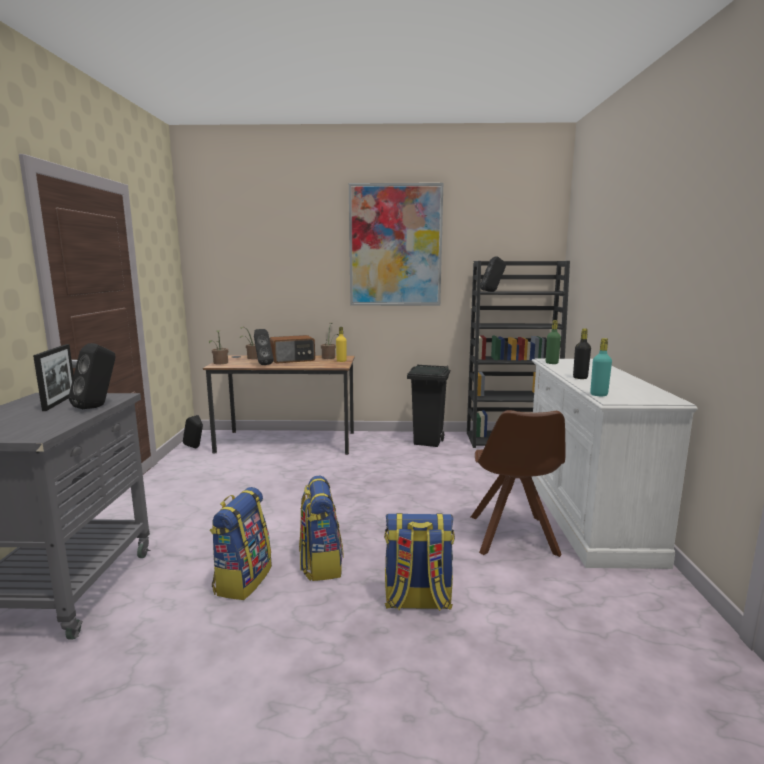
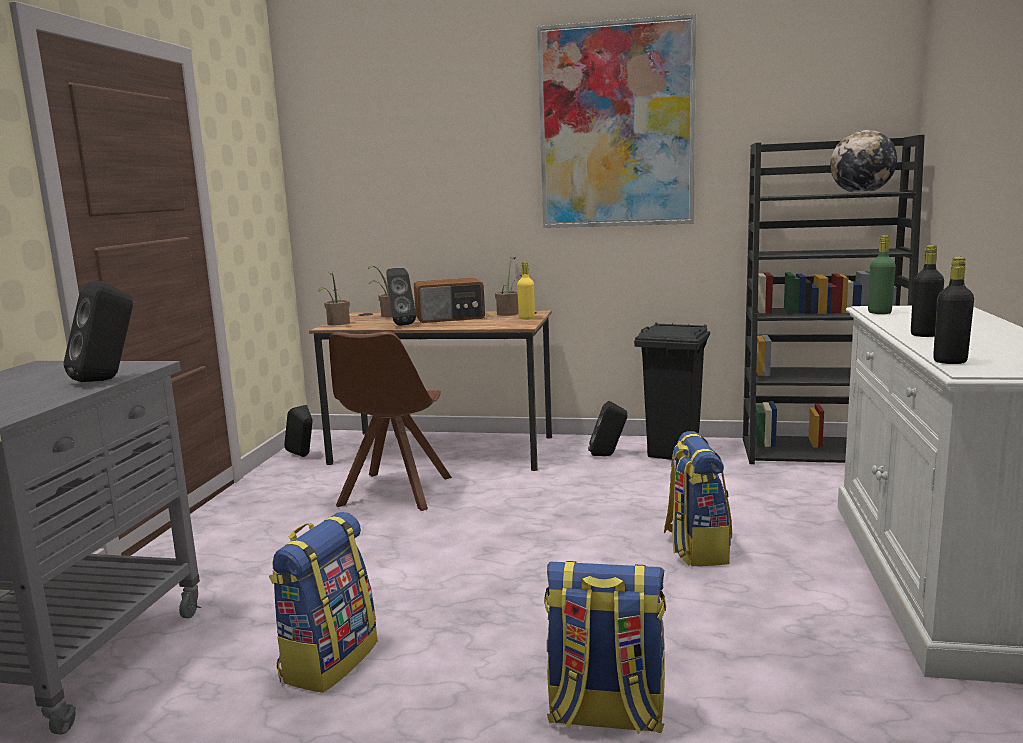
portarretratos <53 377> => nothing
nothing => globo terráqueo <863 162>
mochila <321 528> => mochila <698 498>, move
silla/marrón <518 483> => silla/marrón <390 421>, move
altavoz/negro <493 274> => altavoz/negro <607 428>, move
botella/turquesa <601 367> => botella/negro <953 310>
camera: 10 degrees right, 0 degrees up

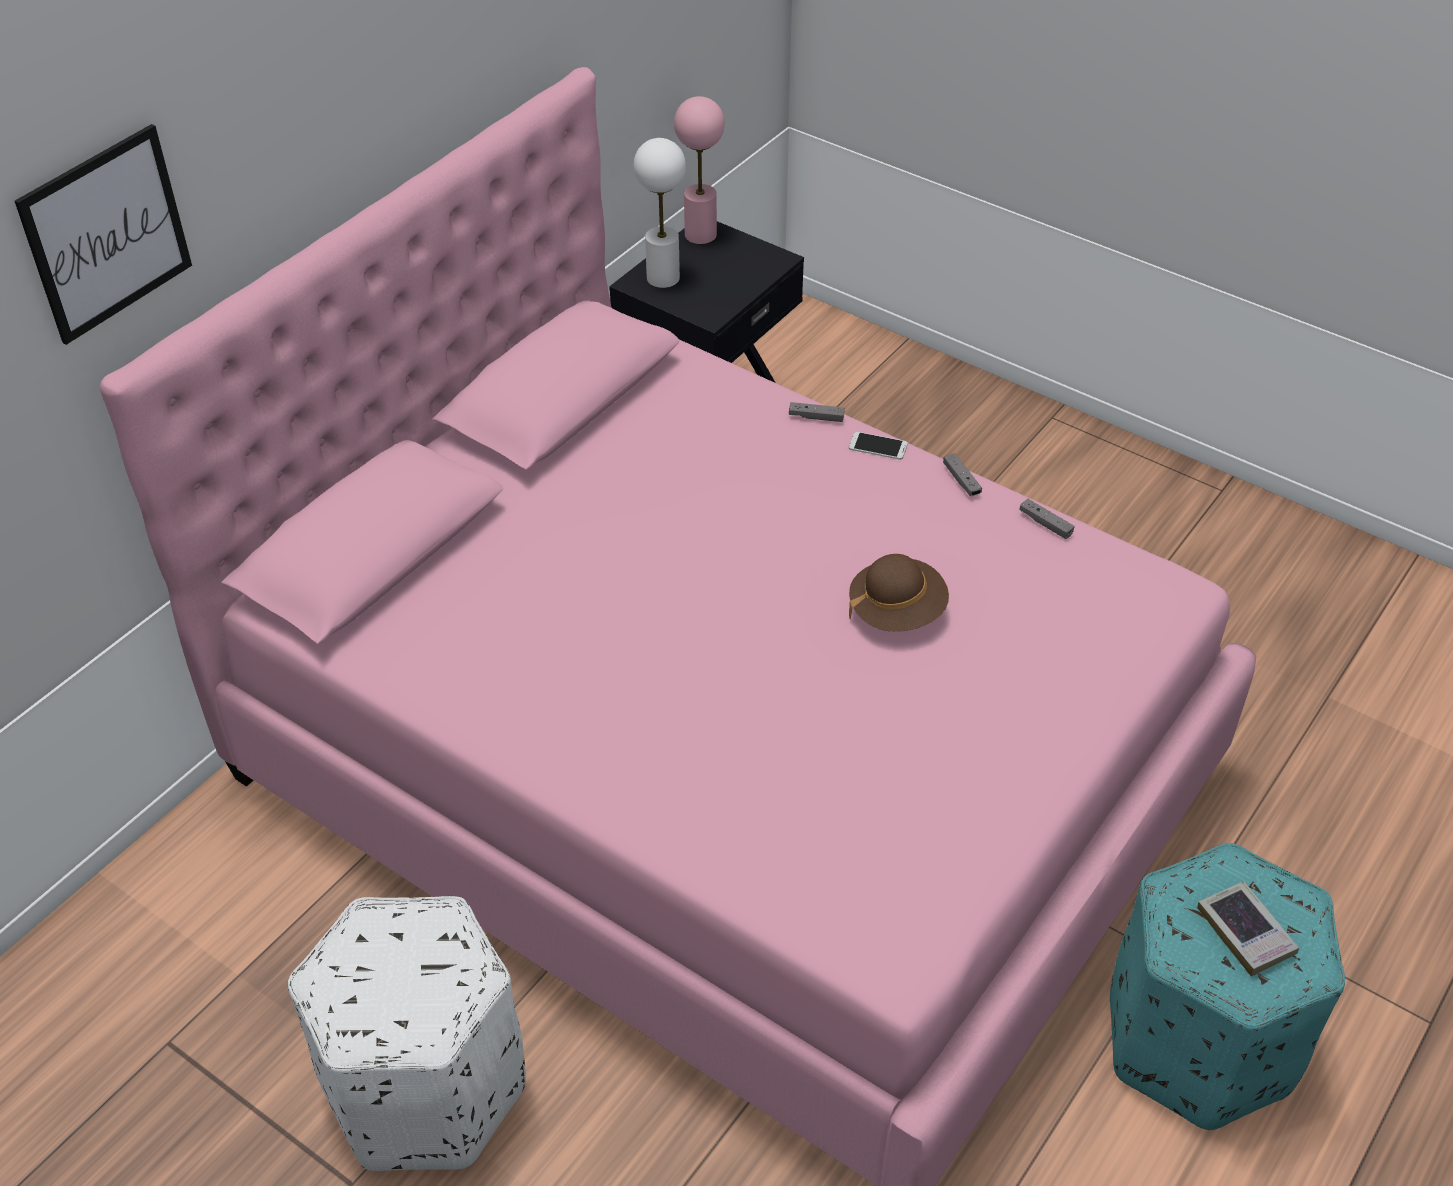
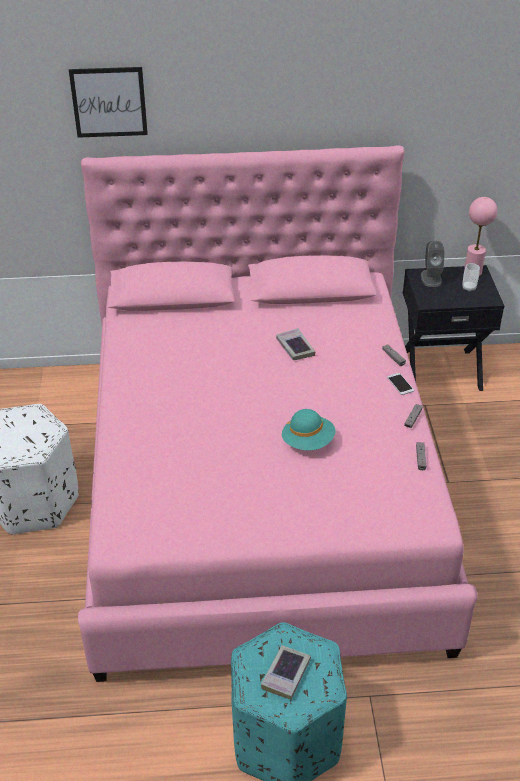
nothing => libro <296 344>
nothing => taza <471 277>
lámpara de mesa/blanco <660 213> => altavoz/gris <433 264>
sombrero/marrón <899 593> => sombrero/turquesa <308 429>
camera: 50 degrees right, 5 degrees down

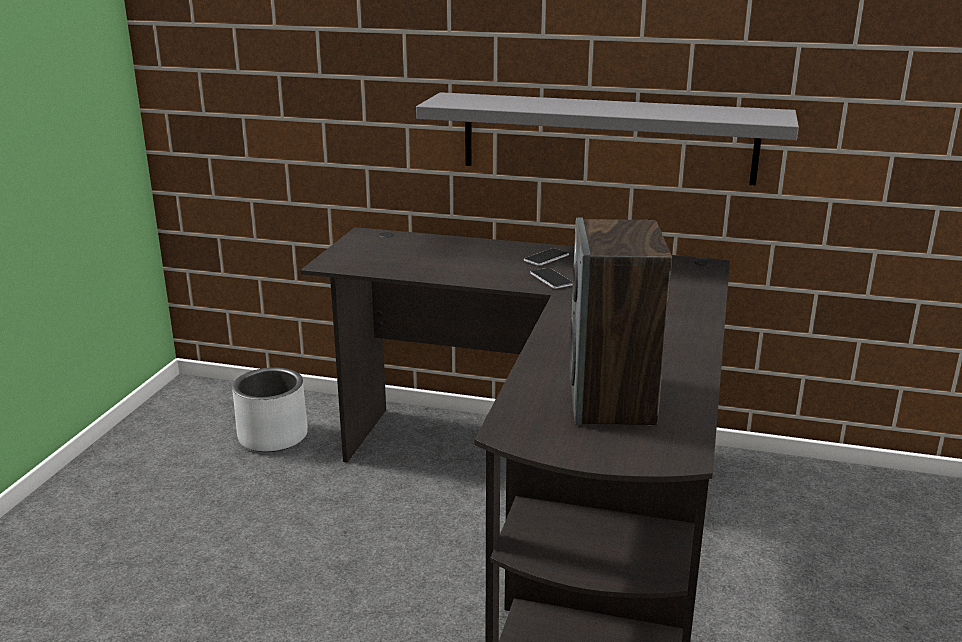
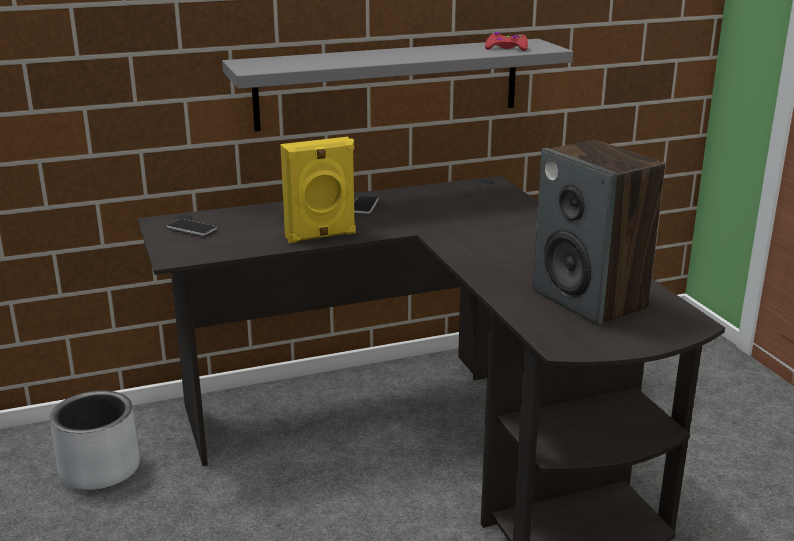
nothing => altavoz/amarillo <318 190>
nothing => mando de consola/rojo <506 41>
móvil <551 278> => móvil <192 227>, move
camera: 35 degrees left, 0 degrees up

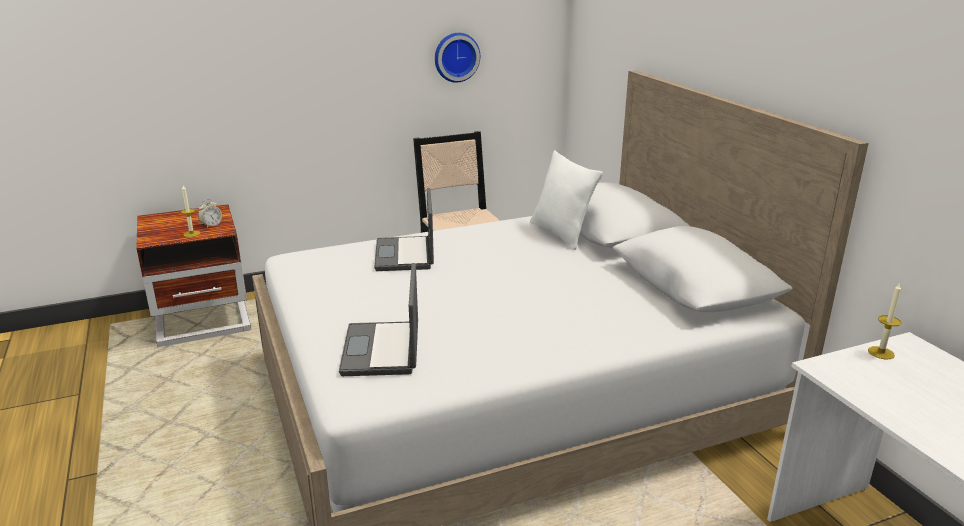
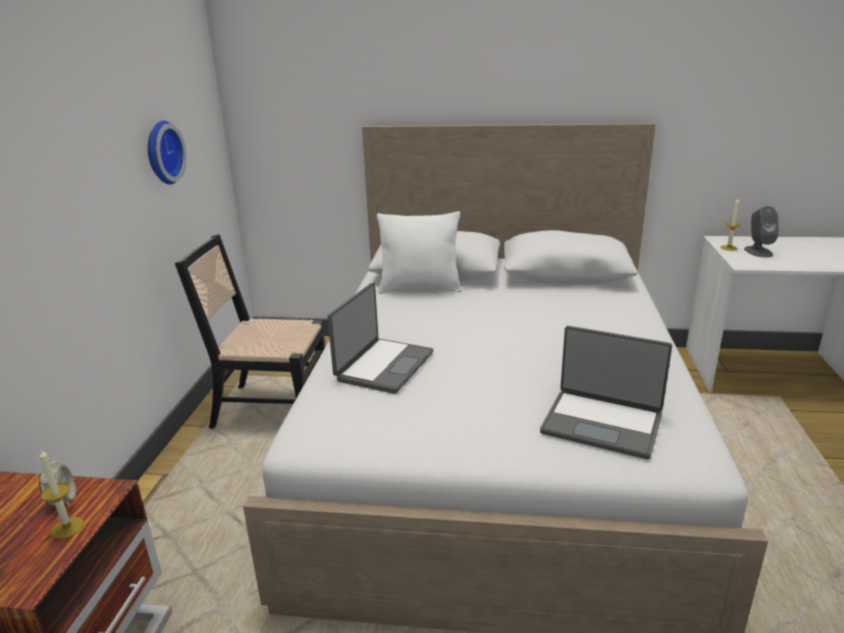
nothing => altavoz/gris <761 231>
portátil <404 229> => portátil <380 338>, 90 degrees counterclockwise
camera: 60 degrees left, 0 degrees up

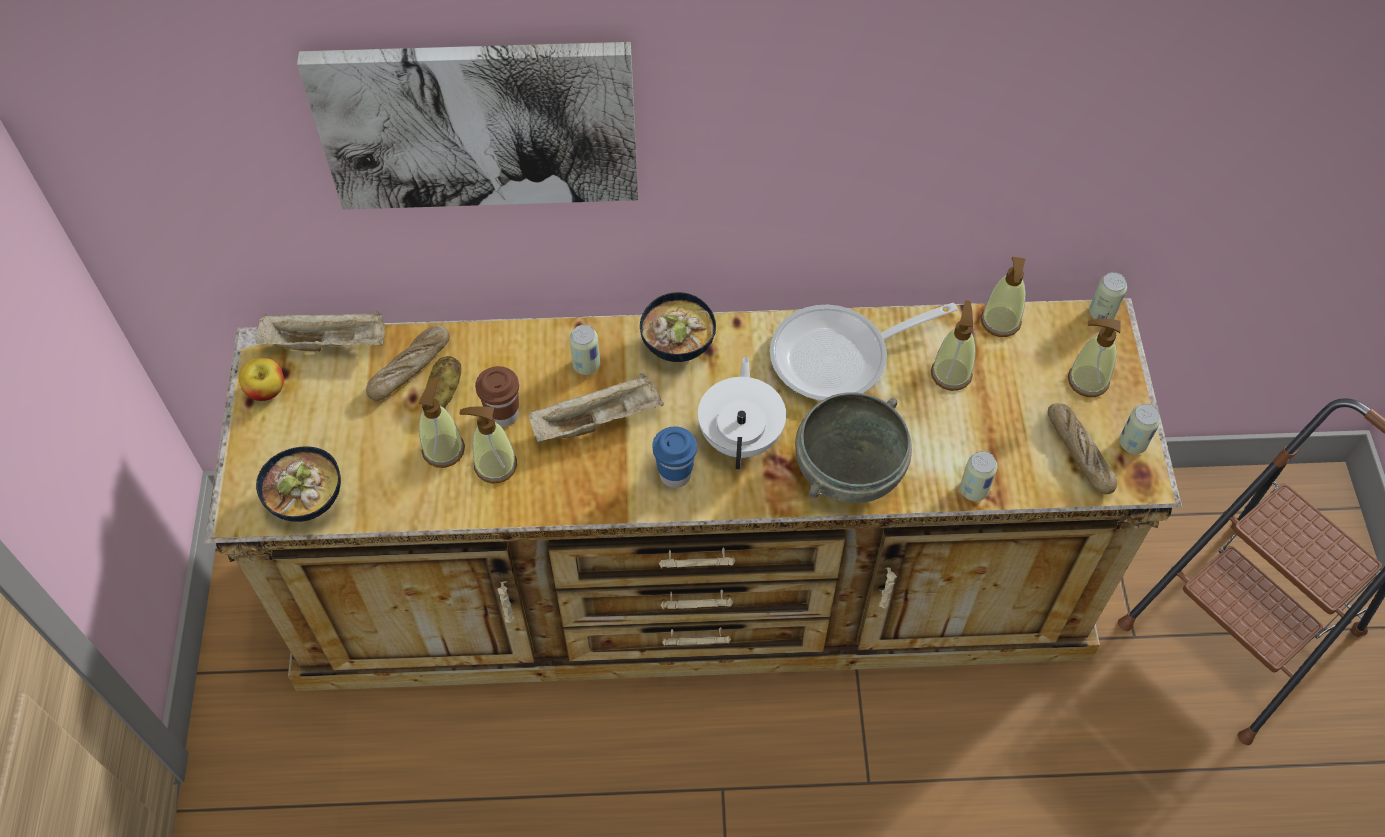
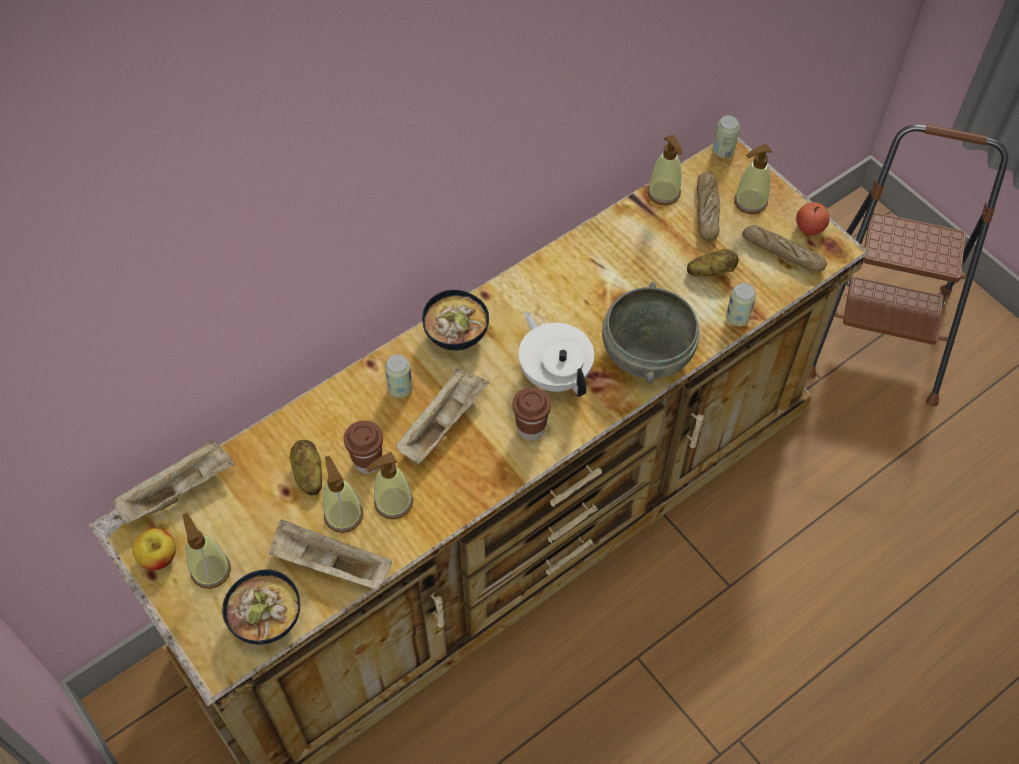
cuadro <467 126> => nothing
sartén <863 352> => nothing
nothing => bandeja/beis <330 554>
nothing => patata <713 262>
pan <408 363> => pan <708 207>, move
dispensador de jabón <953 345> => dispensador de jabón <207 551>, move
lata <1139 429> => manzana <813 218>
taza/azul <675 457> => taza/marrón <532 413>
camera: 35 degrees left, 0 degrees up

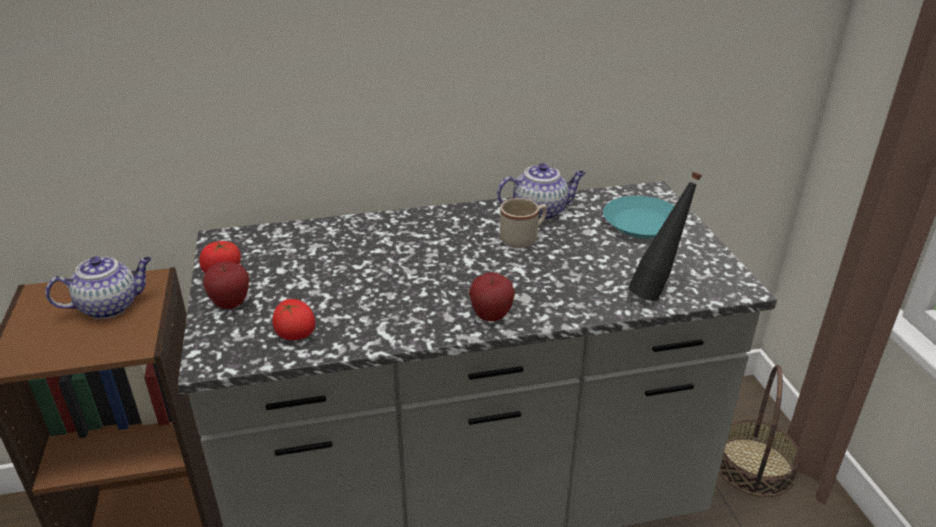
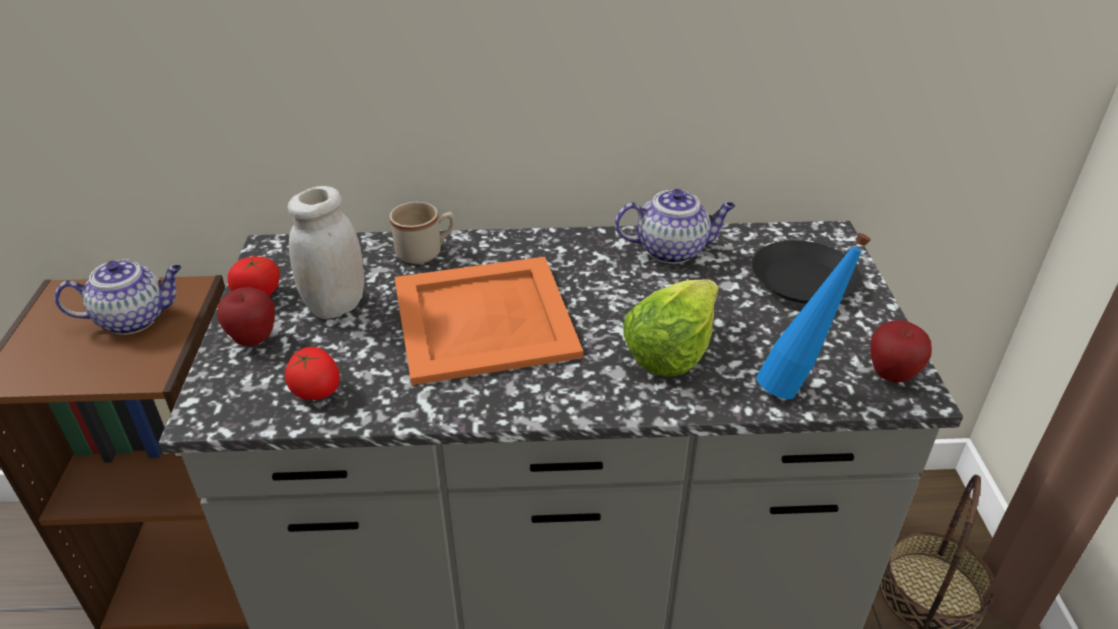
nothing => tarro/blanco <326 252>
nothing => bandeja/naranja <488 320>
nothing => lechuga <671 328>
manzana <492 296> => manzana <901 351>, move
taza grande/beis <523 223> => taza grande/beis <421 233>, move
plato/turquesa <638 217> => plato/negro <806 272>
botella/negro <665 236> => botella/azul <813 316>
camera: 10 degrees right, 5 degrees up

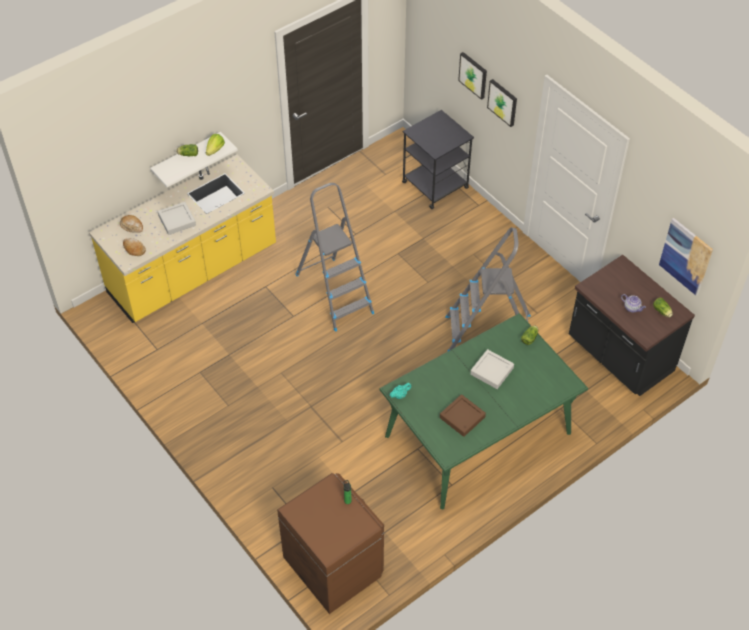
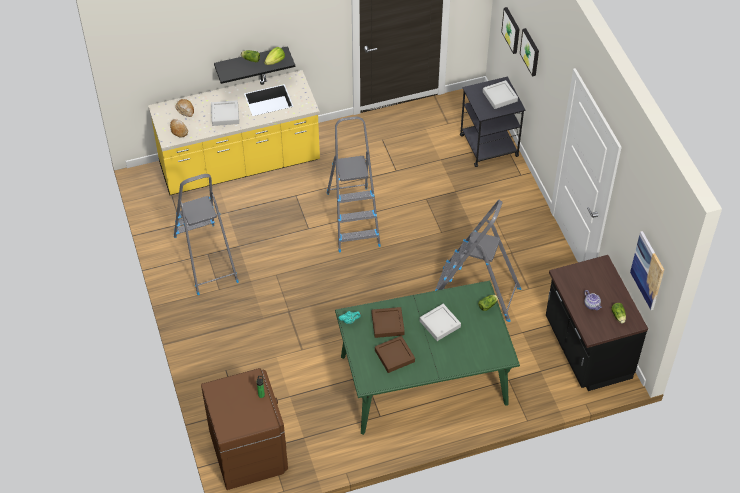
nothing => escalera de tijera/gris <206 234>
nothing => bandeja/marrón <388 322>
nothing => bandeja/gris <500 94>
cuadro <502 103> => cuadro <510 30>, move
estante/blanco <194 159> => estante/negro <254 65>
camera: 20 degrees right, 0 degrees up

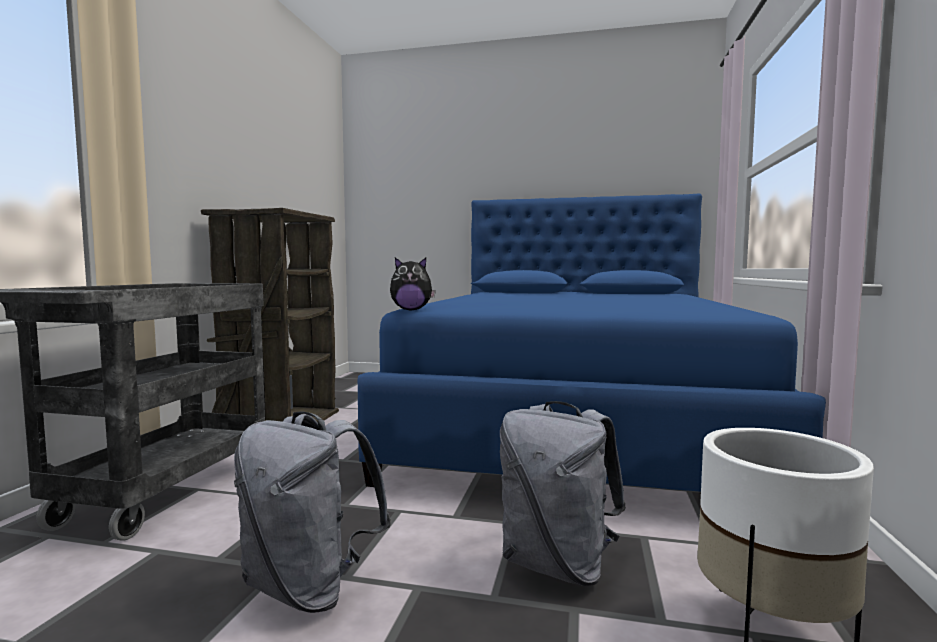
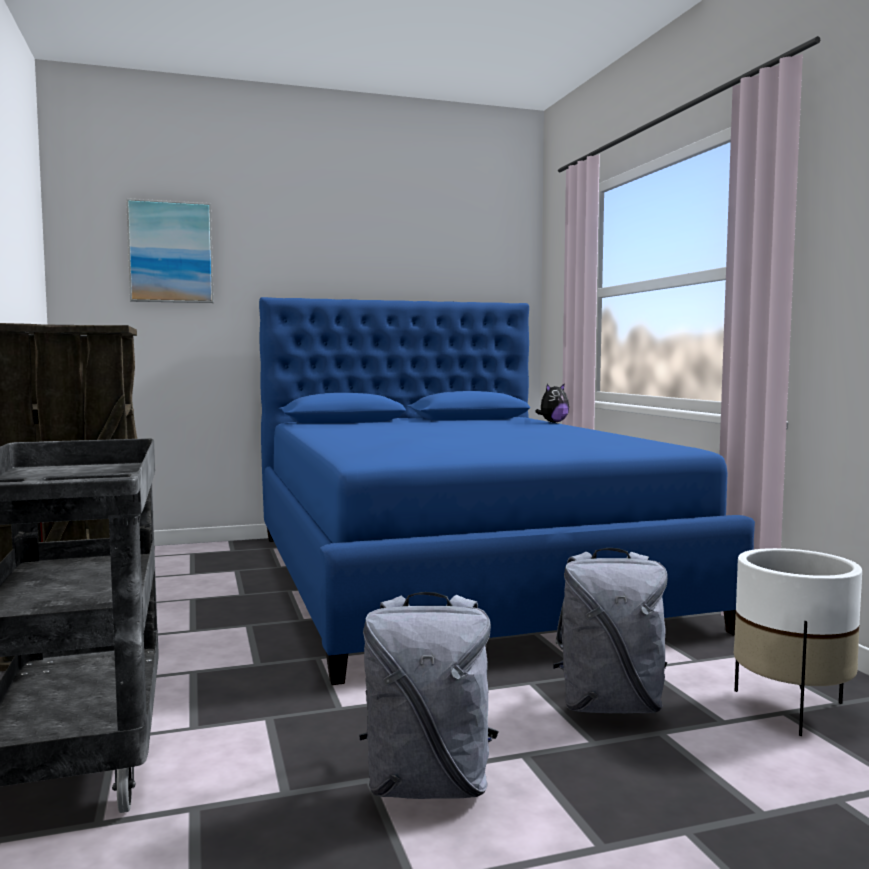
nothing => cuadro <170 250>
peluche <413 284> => peluche <552 403>, move
camera: 30 degrees left, 0 degrees up

